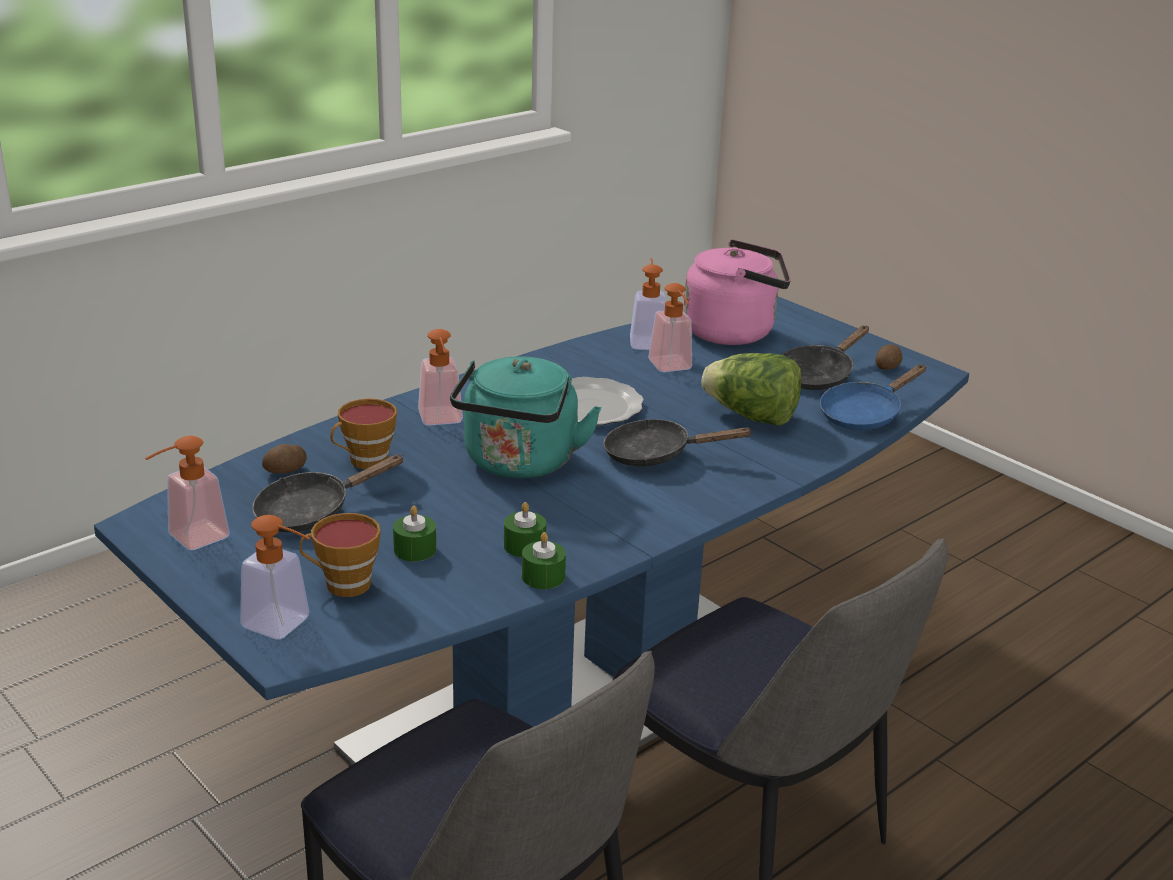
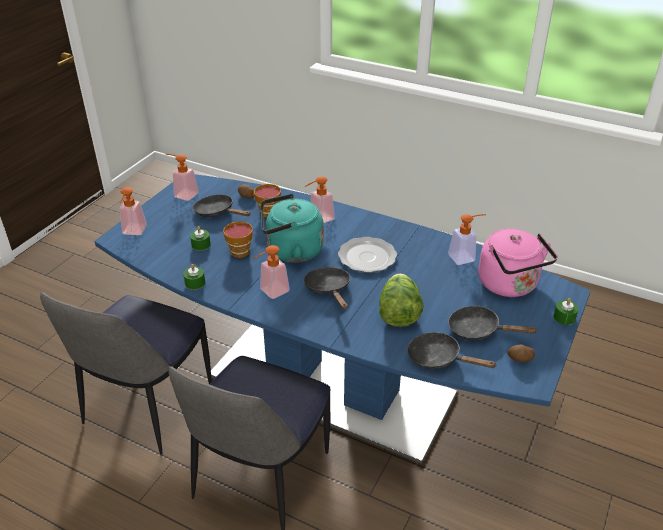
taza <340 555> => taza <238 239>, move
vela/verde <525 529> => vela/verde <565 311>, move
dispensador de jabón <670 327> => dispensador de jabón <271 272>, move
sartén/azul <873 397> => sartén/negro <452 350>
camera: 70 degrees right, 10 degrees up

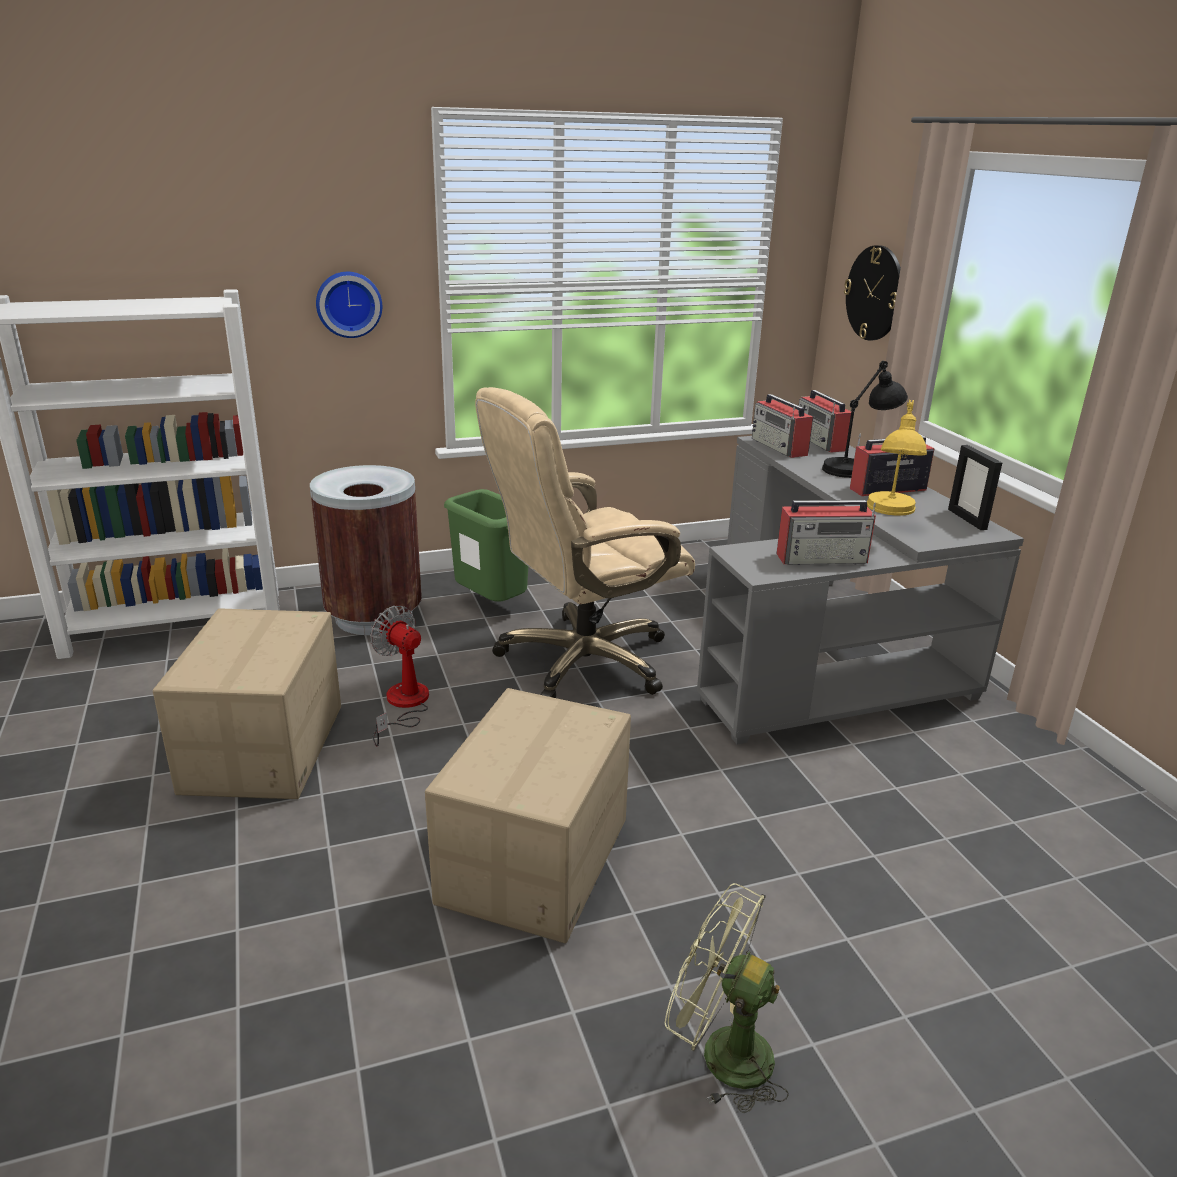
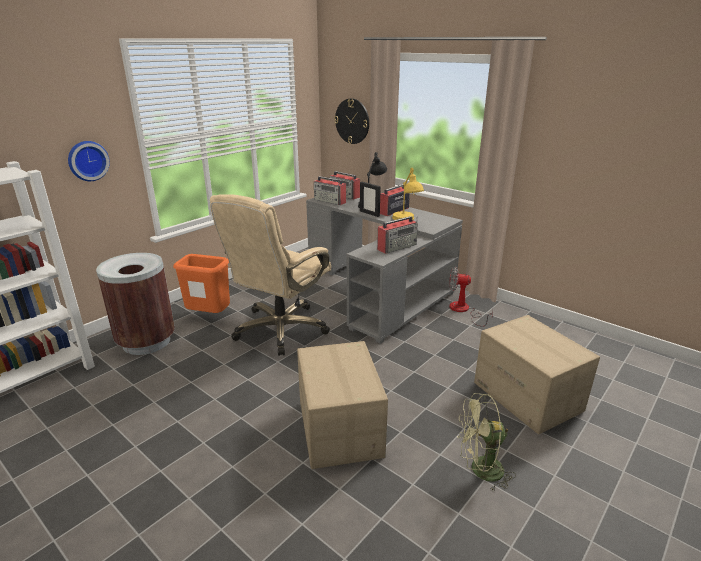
caja de cartón <247 703> => caja de cartón <537 374>, move
ventilador <399 675> => ventilador <471 297>, move
portarretratos <975 487> => portarretratos <370 199>, move
papelera/verde <486 545> => papelera/naranja <201 283>
camera: 30 degrees left, 0 degrees up

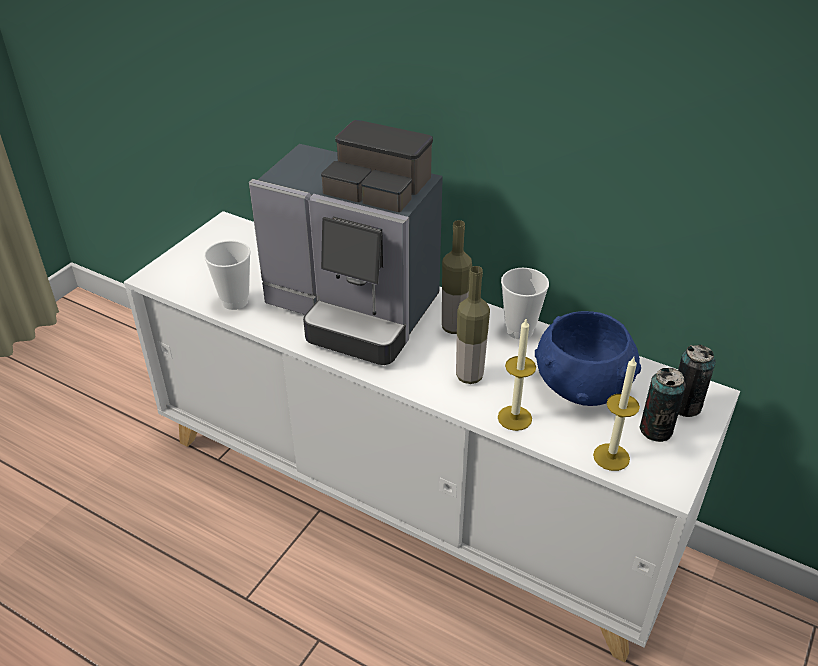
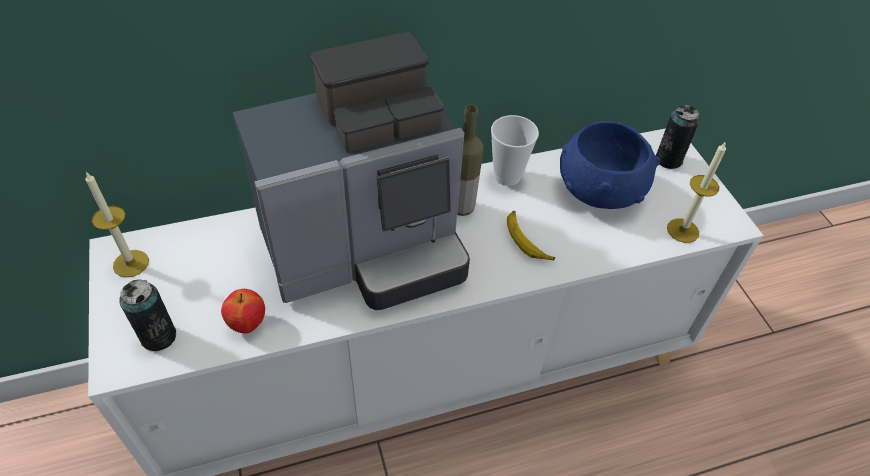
vela <517 375> => vela <117 224>, move
lata <662 405> => lata <147 315>, move
taza <227 275> => manzana <243 311>
botella <473 325> => plátano <531 236>
camera: 50 degrees left, 10 degrees up

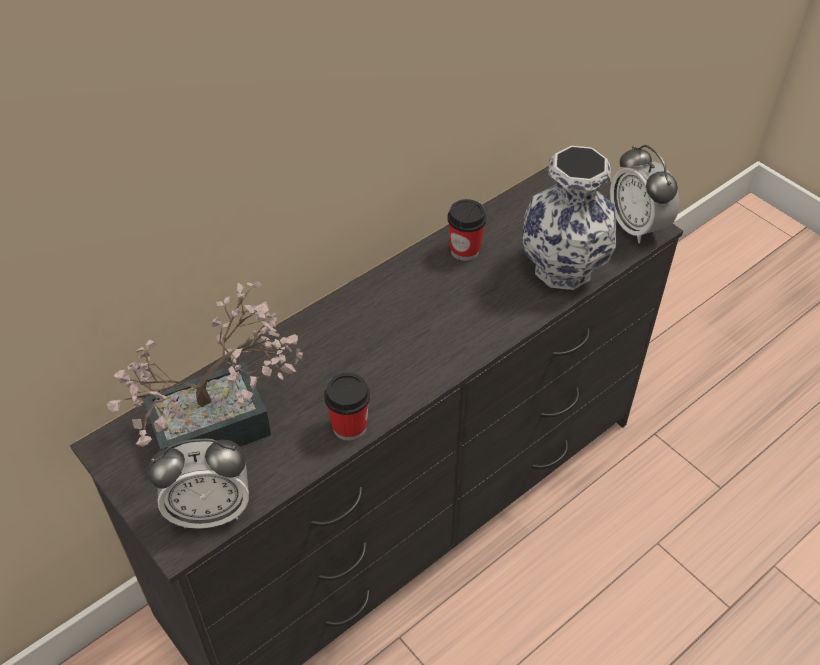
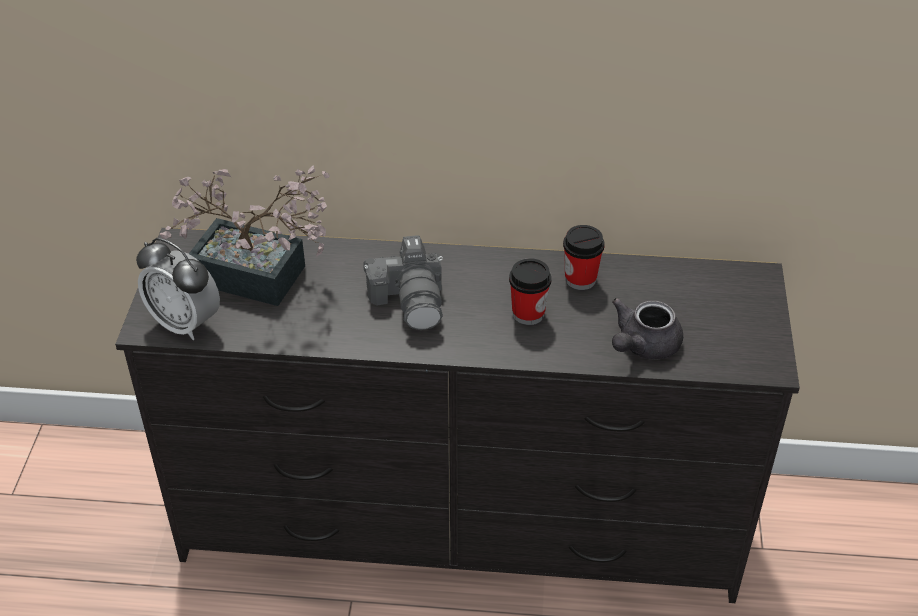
despertador <644 194> => nothing
nothing => cámara <403 282>
taza <347 407> => taza <530 291>, move
florero <569 218> => tetera/gris <647 329>
camera: 45 degrees right, 5 degrees down

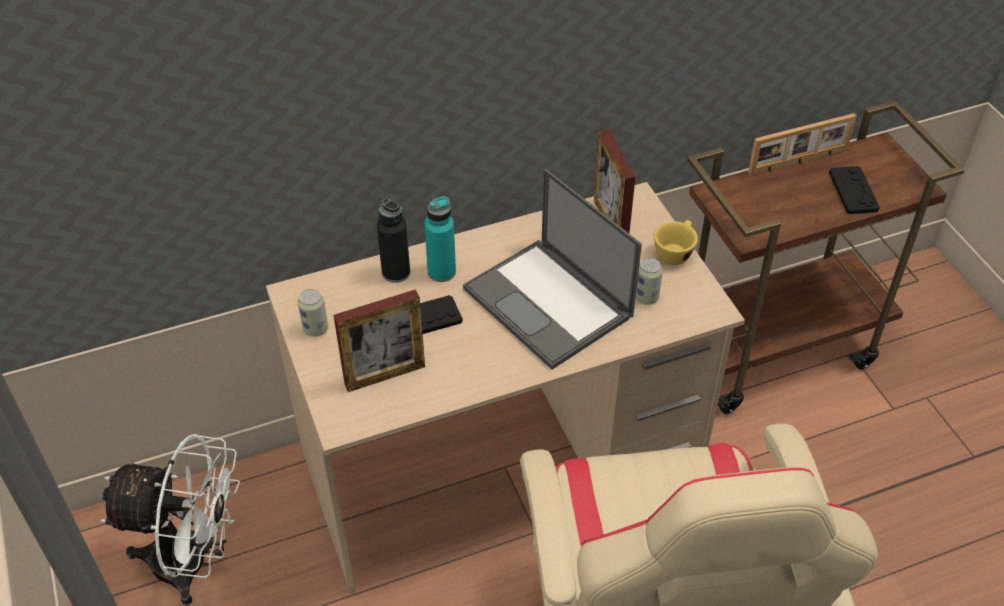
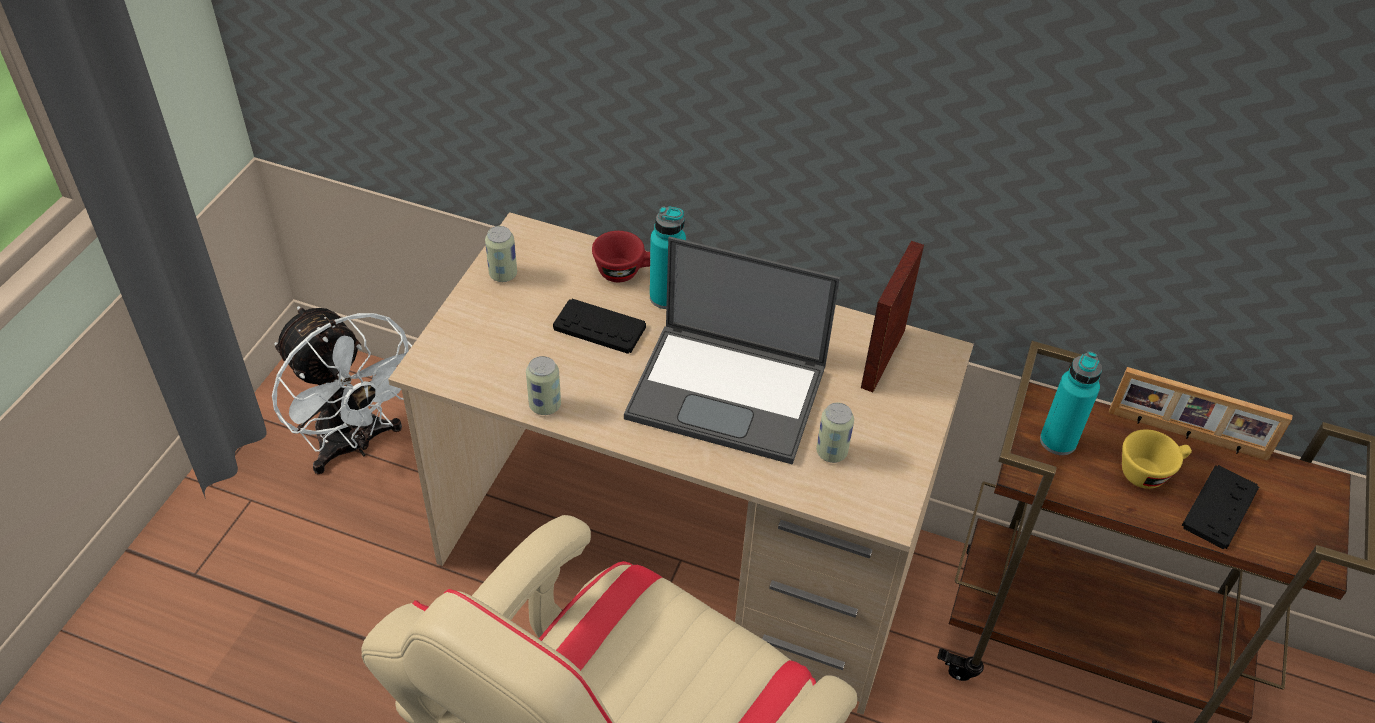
portarretratos <379 340> => nothing
nothing => lata <543 385>
nothing => botella/turquesa <1071 403>
taza/amarillo <676 242> => taza/amarillo <1157 459>, move
botella/negro <393 240> => taza/rojo <621 256>
portátil <552 269> => portátil <732 350>, 75 degrees counterclockwise
camera: 40 degrees right, 0 degrees up

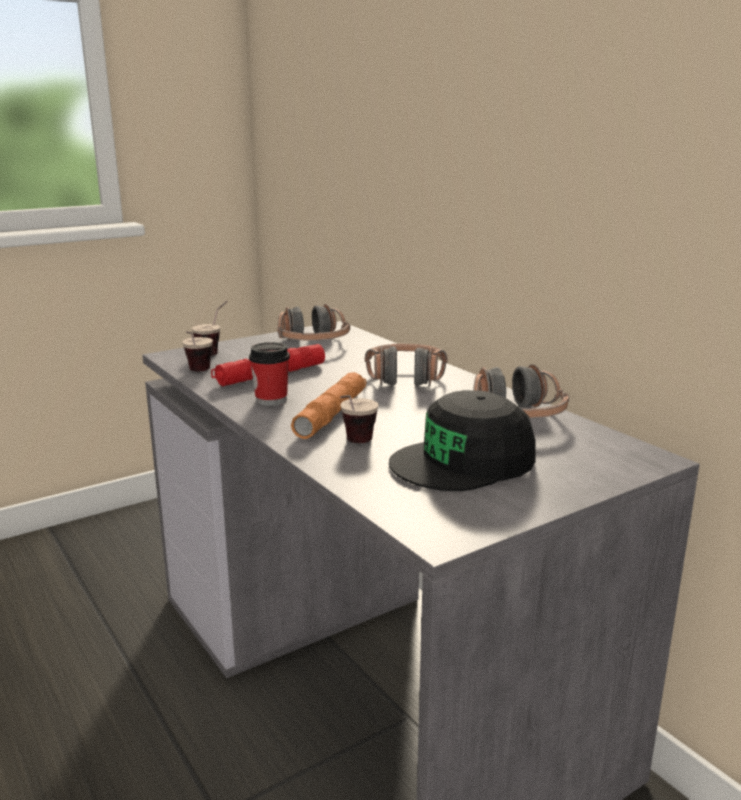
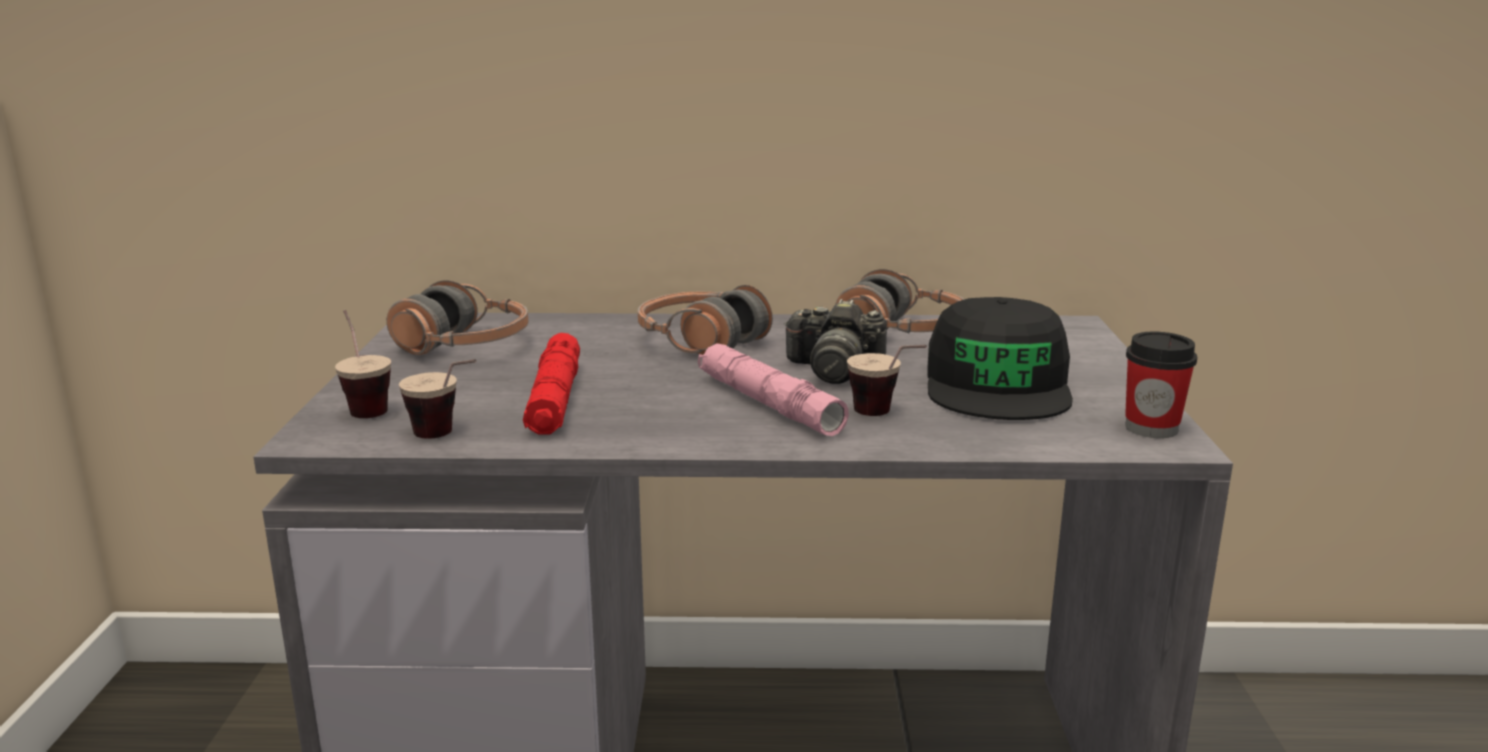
nothing => cámara <835 341>
taza <269 374> => taza <1161 385>, move
linterna/naranja <328 405> => linterna/rosa <773 389>
camera: 55 degrees left, 0 degrees up

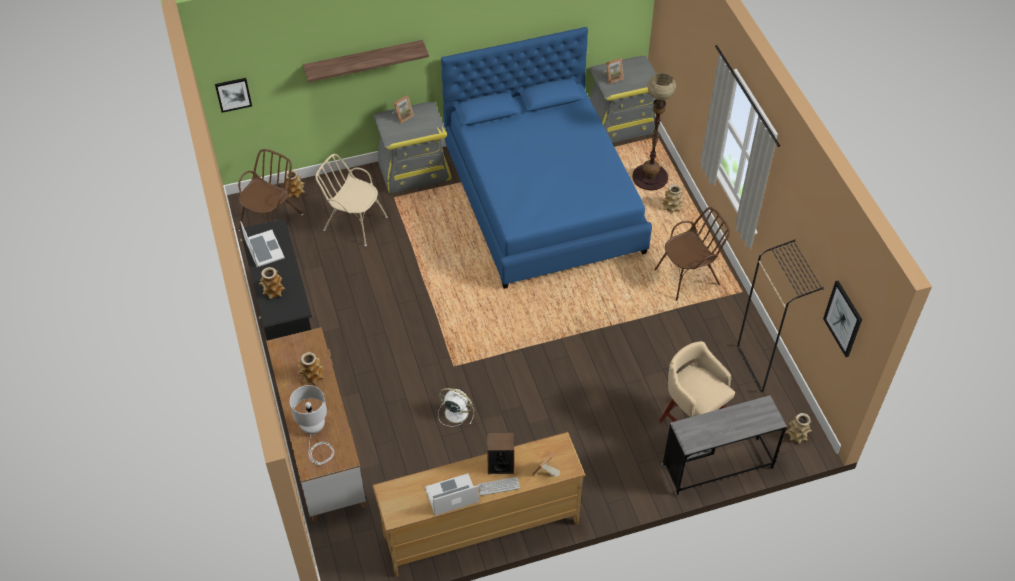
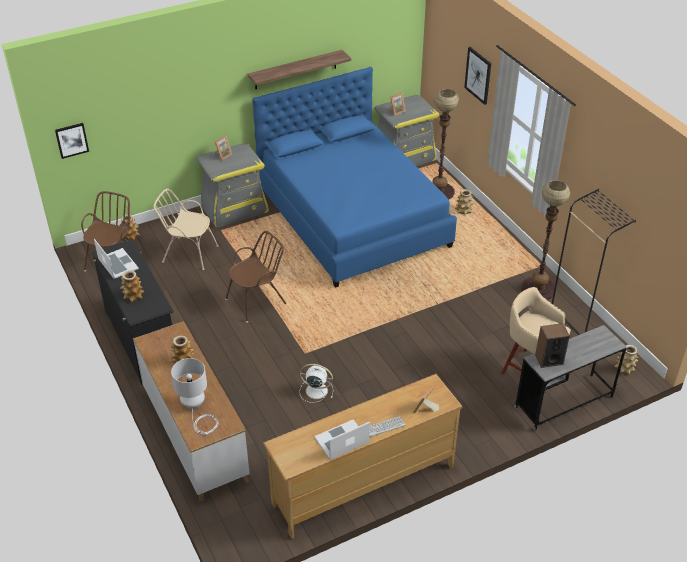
nothing => lámpara de pie <545 240>
estante <366 61> => estante <299 69>, move
altavoz <500 453> => altavoz <552 345>, move
silla/marrón <692 254> => silla/marrón <256 277>, move
cuadro <842 319> => cuadro <477 76>, move
camera: 10 degrees left, 10 degrees down

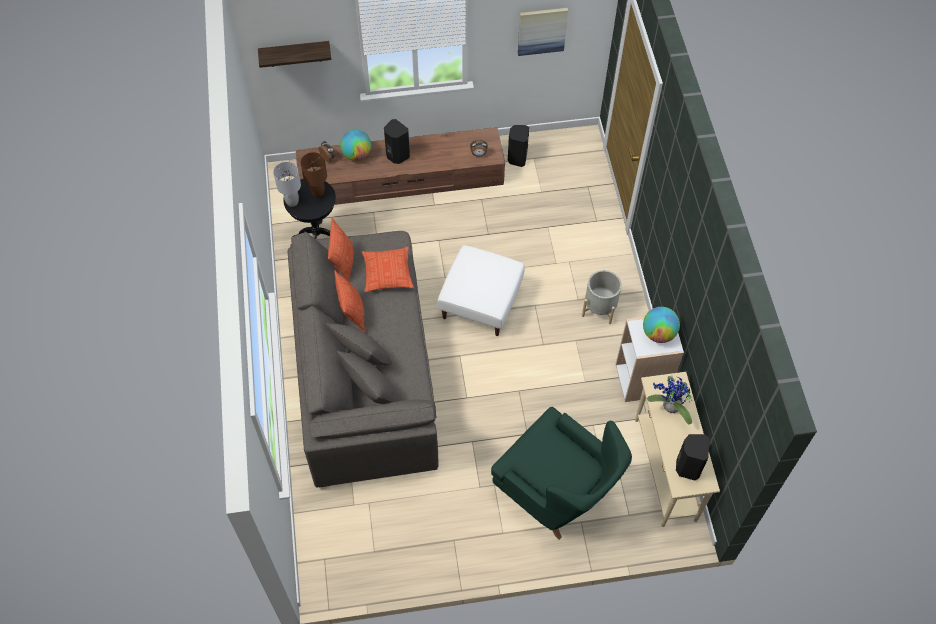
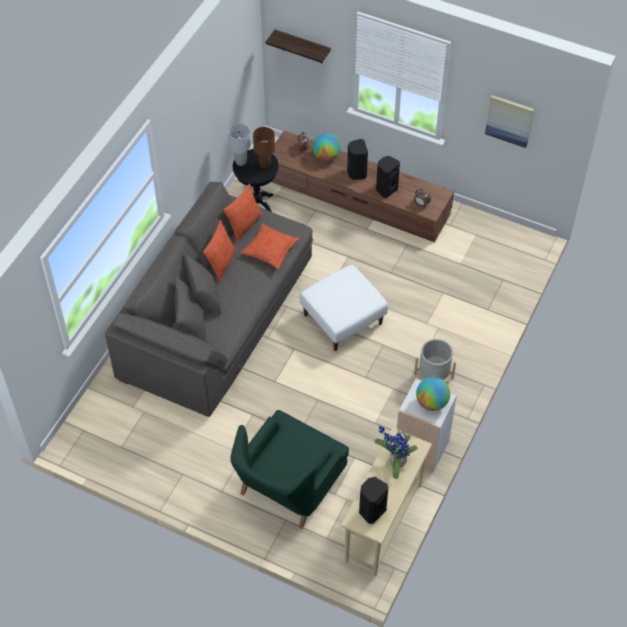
altavoz/negro <518 146> => altavoz/negro <388 177>, move
sillón/verde <561 473> => sillón/verde <289 469>, 45 degrees clockwise
camera: 35 degrees right, 5 degrees down

